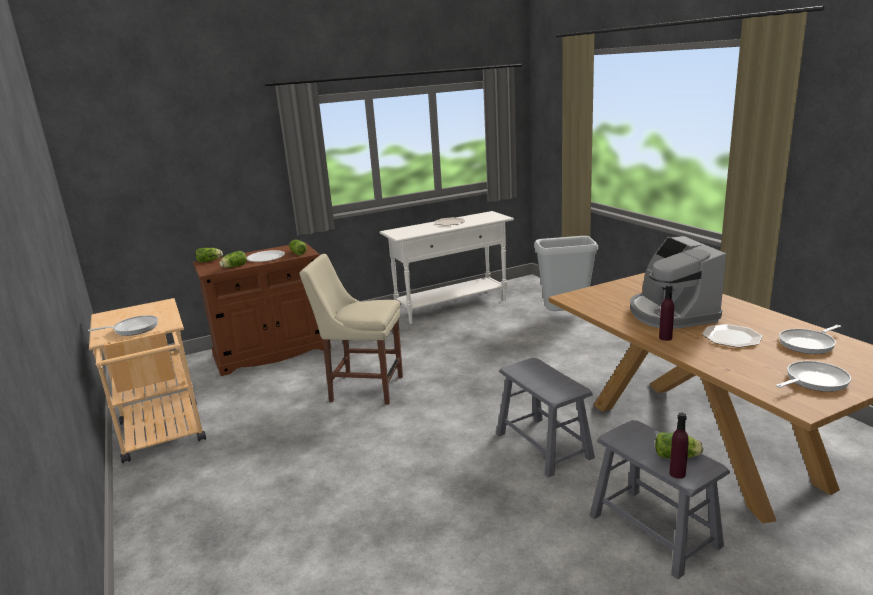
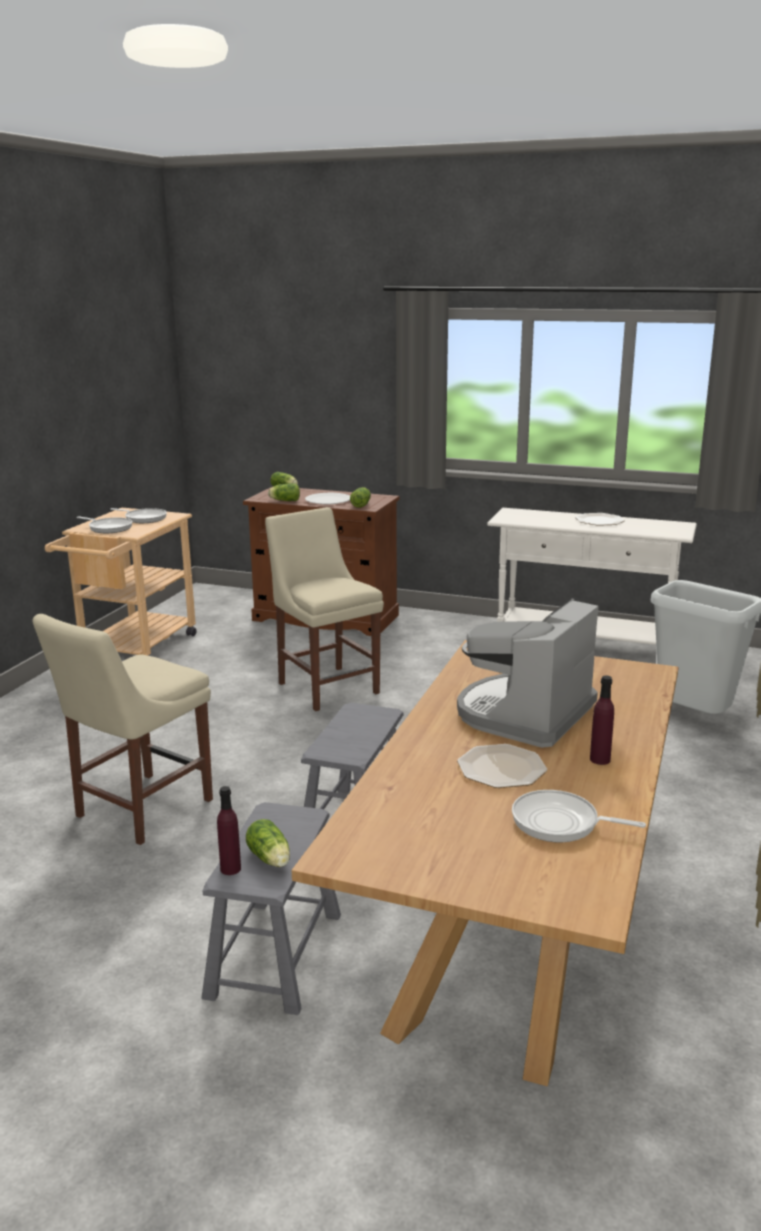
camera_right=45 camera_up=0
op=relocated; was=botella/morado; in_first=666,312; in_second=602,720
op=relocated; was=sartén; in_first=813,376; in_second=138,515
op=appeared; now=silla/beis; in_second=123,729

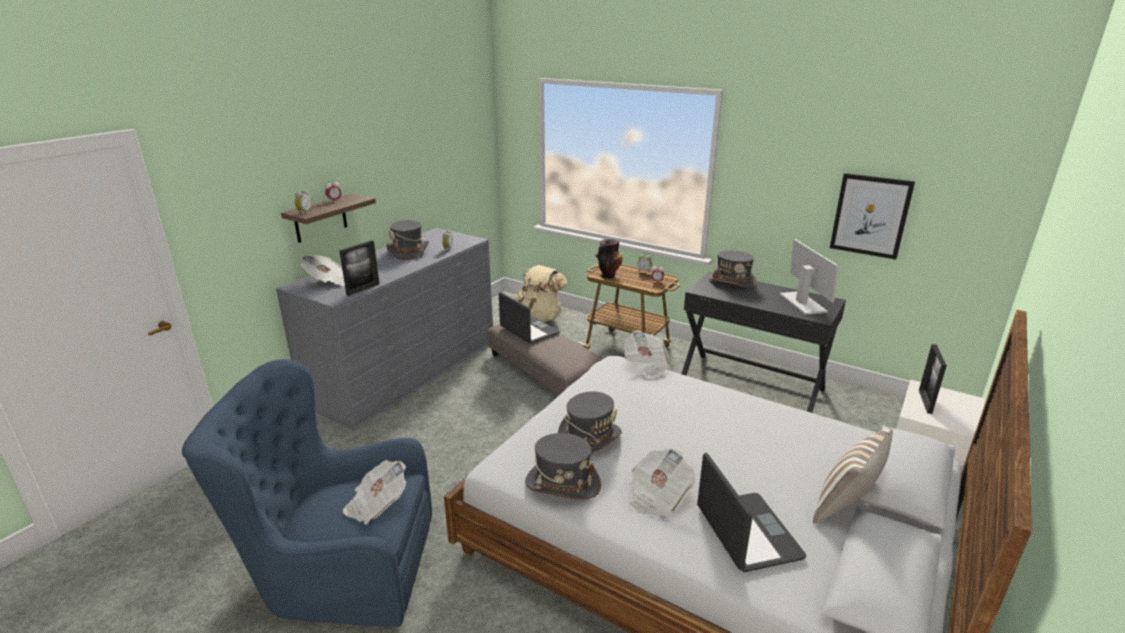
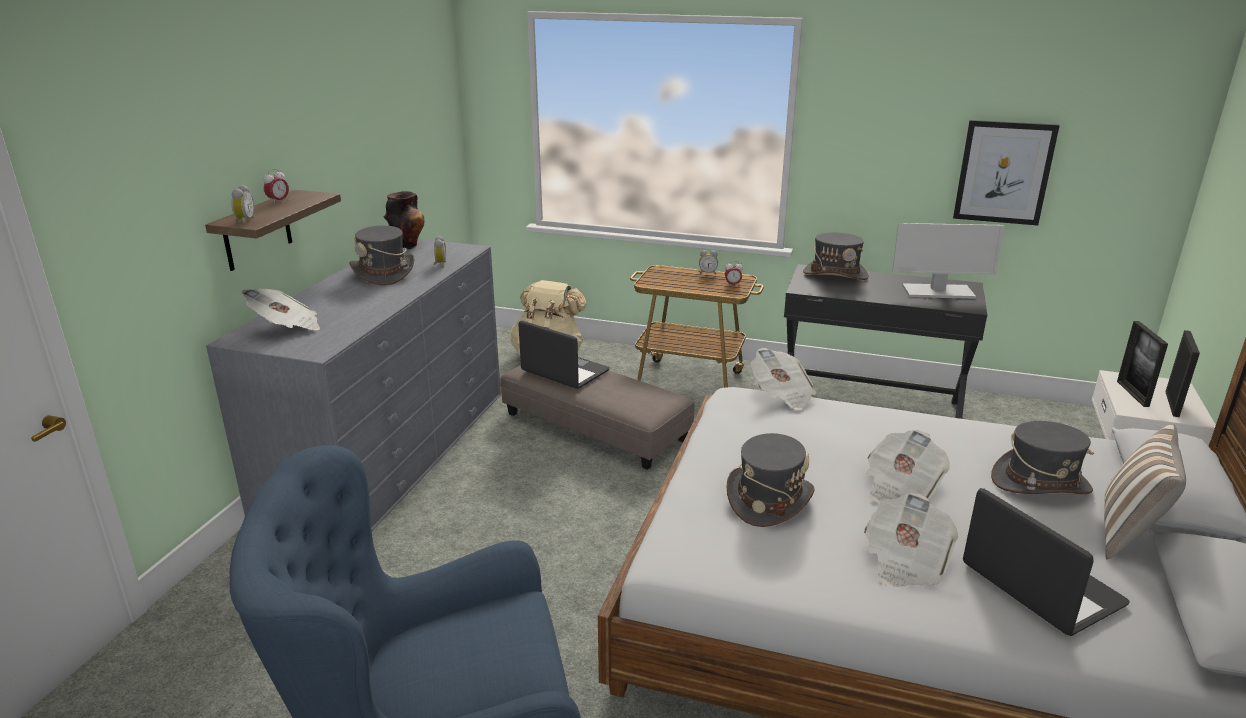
camera_right=-15 camera_up=0
op=relocated; was=portarretratos; in_first=359,268; in_second=1182,373
op=relocated; was=periódico; in_first=374,492; in_second=908,466
op=relocated; was=sombrero/gris; in_first=563,466; in_second=1042,457
op=relocated; was=florero; in_first=608,259; in_second=404,220
op=spun; was=monitor; in_first=809,277; in_second=948,261; clockwise=120

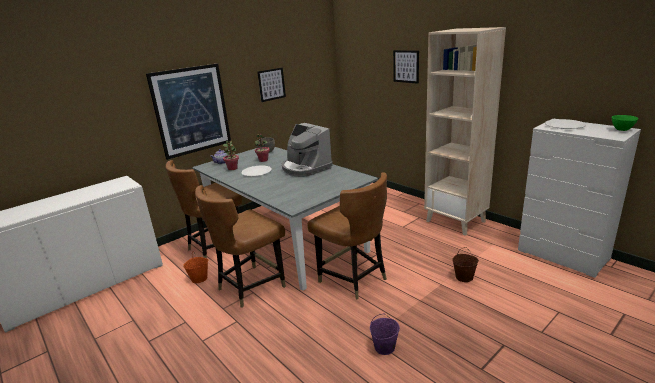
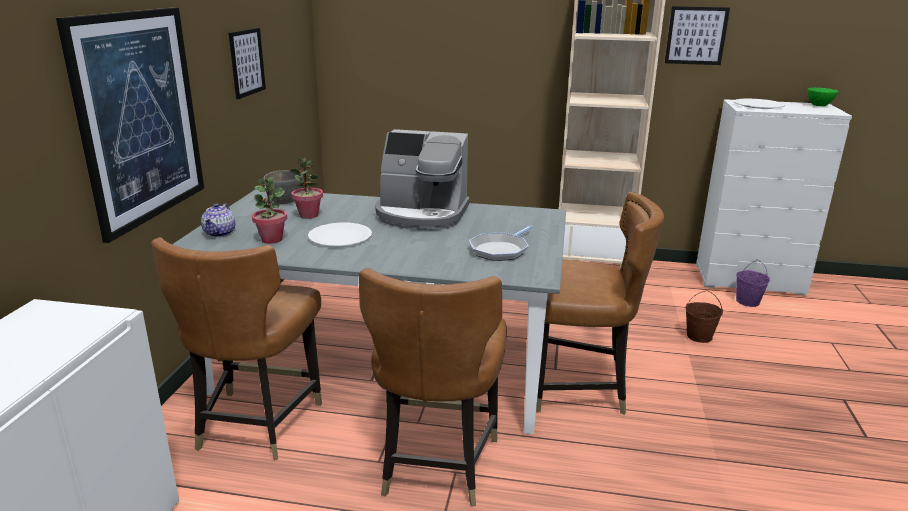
camera_right=-40 camera_up=0
op=missing; was=cubo/naranja; in_first=195,267
op=relocated; was=cubo/morado; in_first=385,334; in_second=753,283
op=relocated; was=cuadro; in_first=406,67; in_second=697,35
op=appeared; now=sartén; in_second=501,243

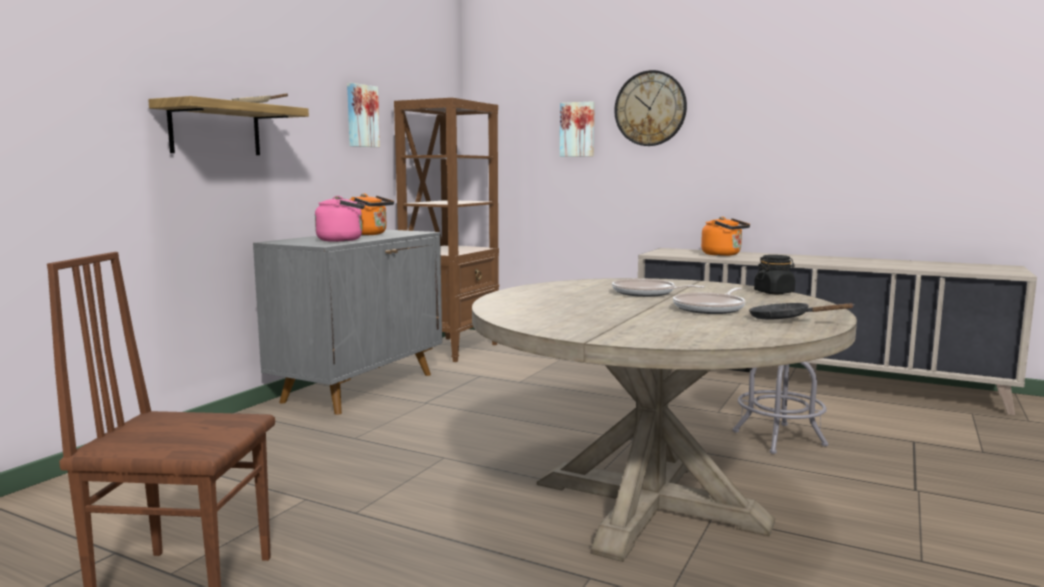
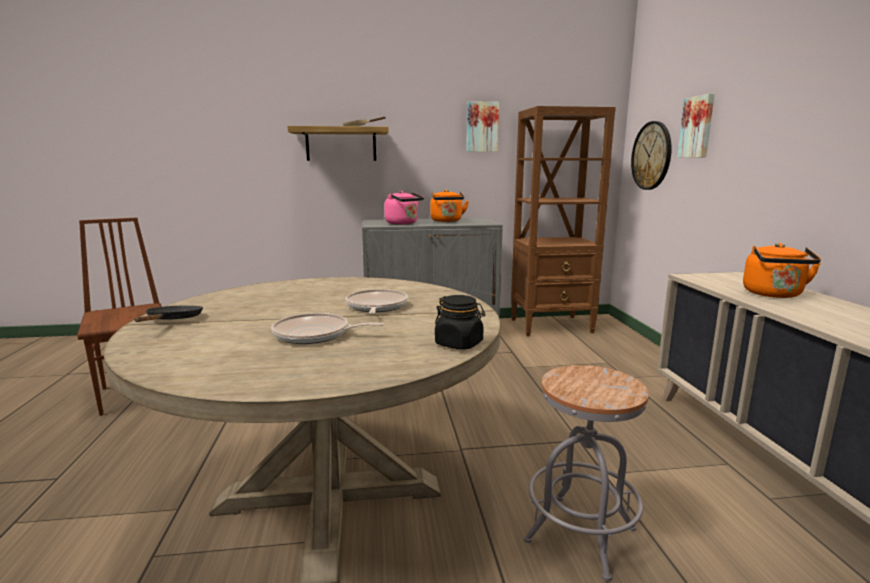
camera_right=55 camera_up=5
op=relocated; was=reloj de pared; in_first=650,108; in_second=651,155
op=relocated; was=sartén/negro; in_first=802,311; in_second=169,313

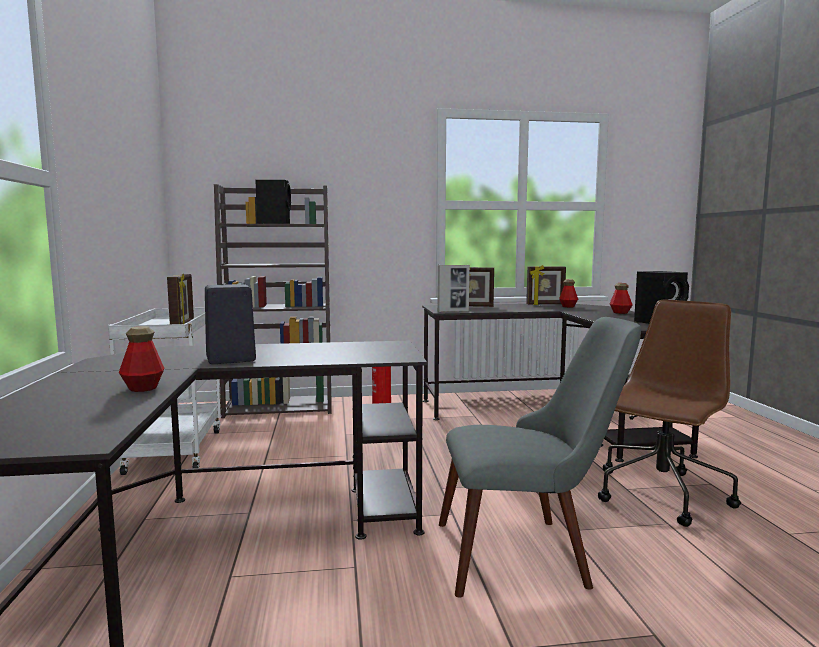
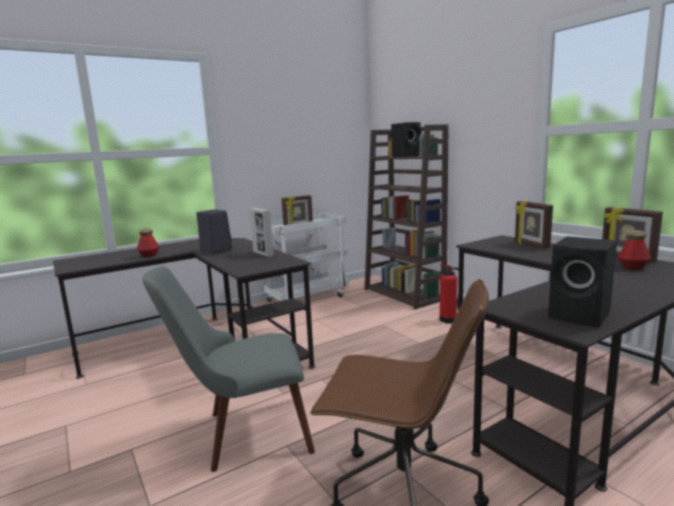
camera_right=65 camera_up=5
op=relocated; was=portarretratos; in_first=453,288; in_second=262,232
op=spun; was=silla/gris; in_first=540,457; in_second=228,369; clockwise=105
op=missing; was=botella; in_first=621,298

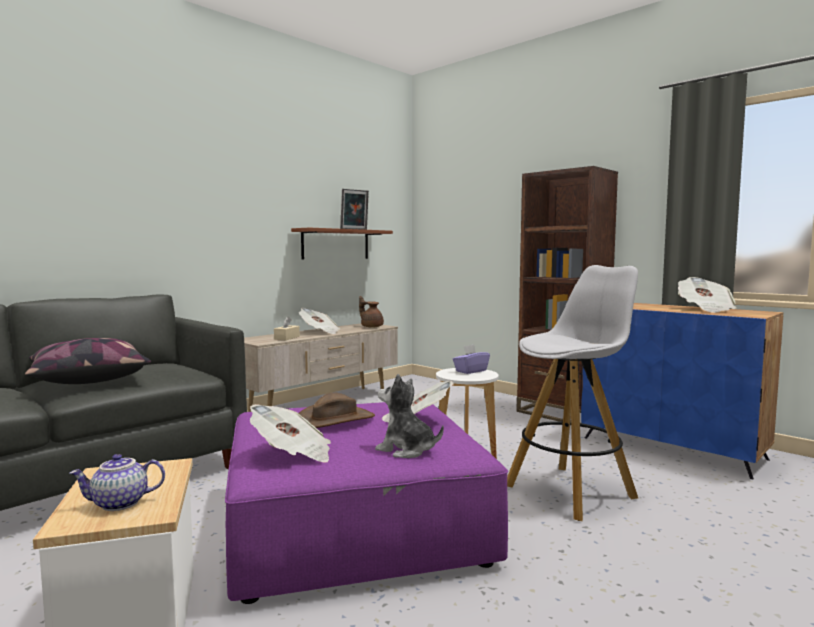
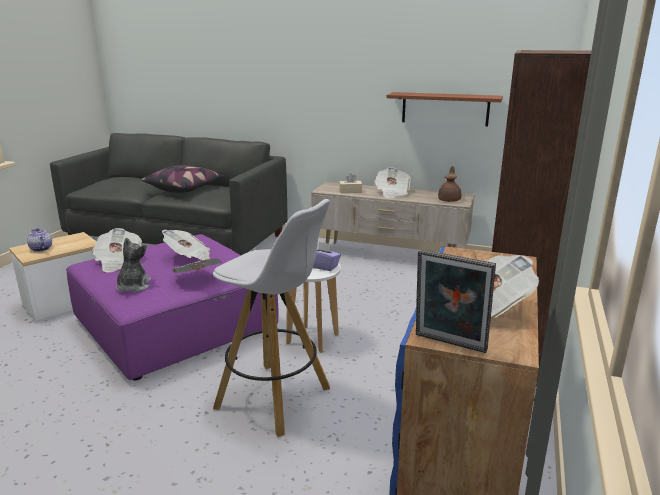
camera_right=65 camera_up=15
op=exchanged; was=sombrero/marrón; now=periódico; in_first=337,410; in_second=186,245
op=relocated; was=portarretratos; in_first=355,209; in_second=456,301

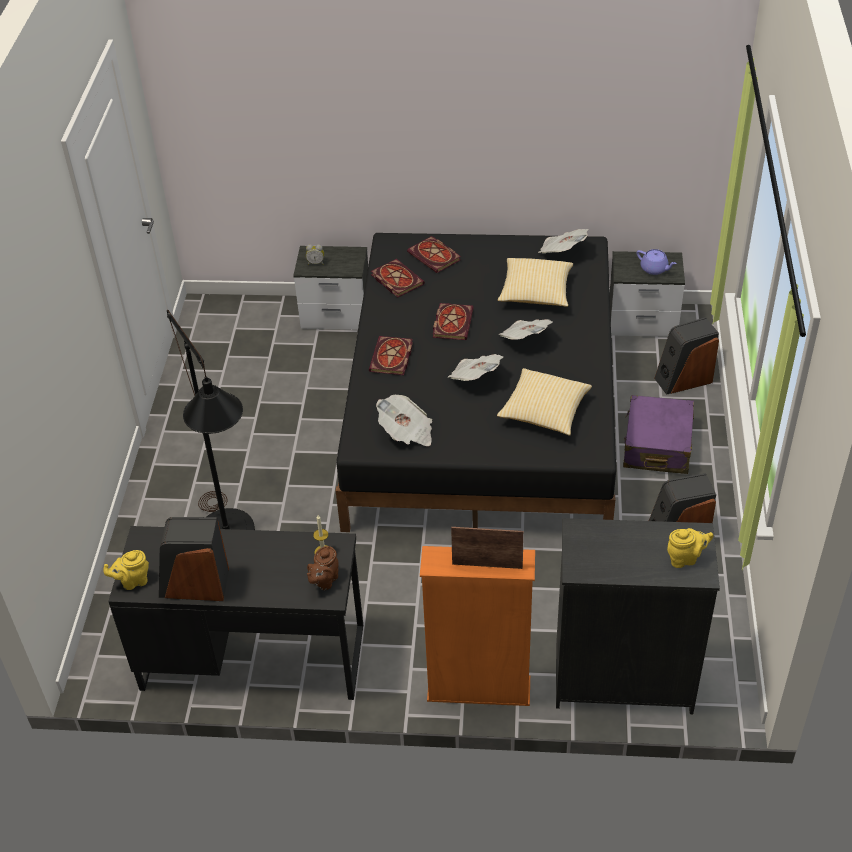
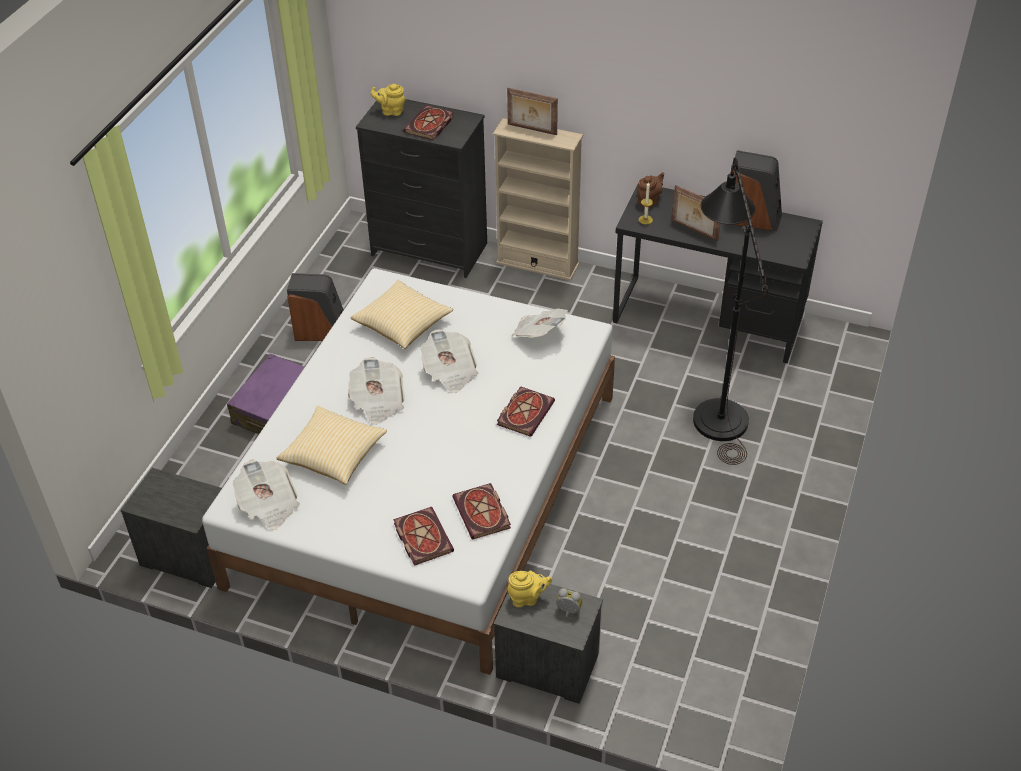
camera_right=-165 camera_up=0
op=relocated; was=tetera/amarillo; in_first=126,570; in_second=529,589
op=colour; was=cama/negro; now=cama/blanco; in_first=476,382; in_second=408,471
op=colour; was=estantería/naranja; now=estantería/beis; in_first=477,626; in_second=538,199
op=relocated; was=libro; in_first=453,321; in_second=428,122
op=missing; was=tetera/morado; in_first=657,262
op=missing; was=altavoz; in_first=686,356
op=appeared; now=portarretratos; in_second=696,213

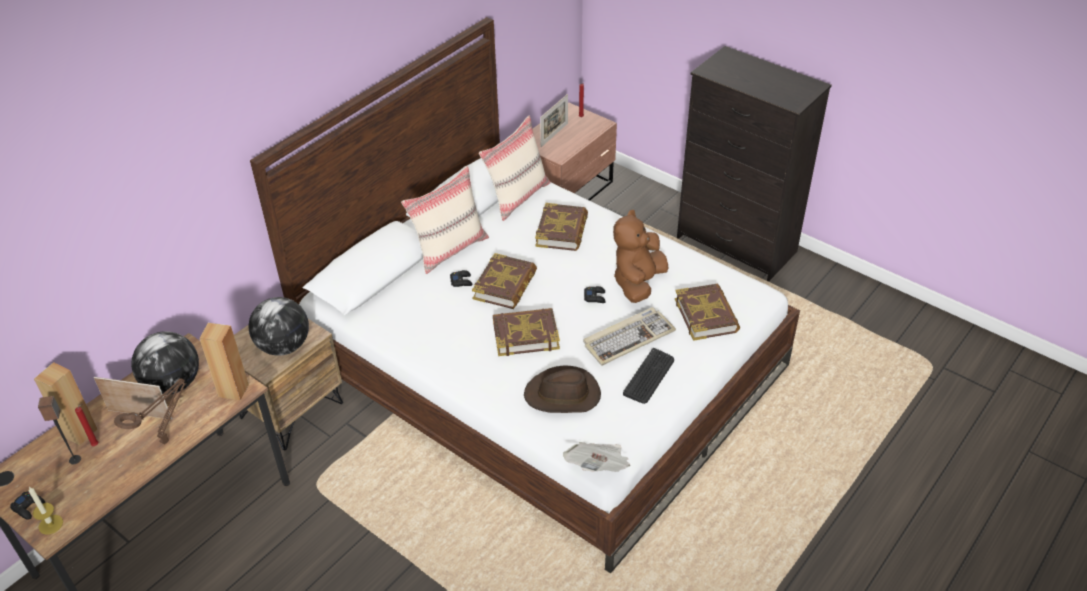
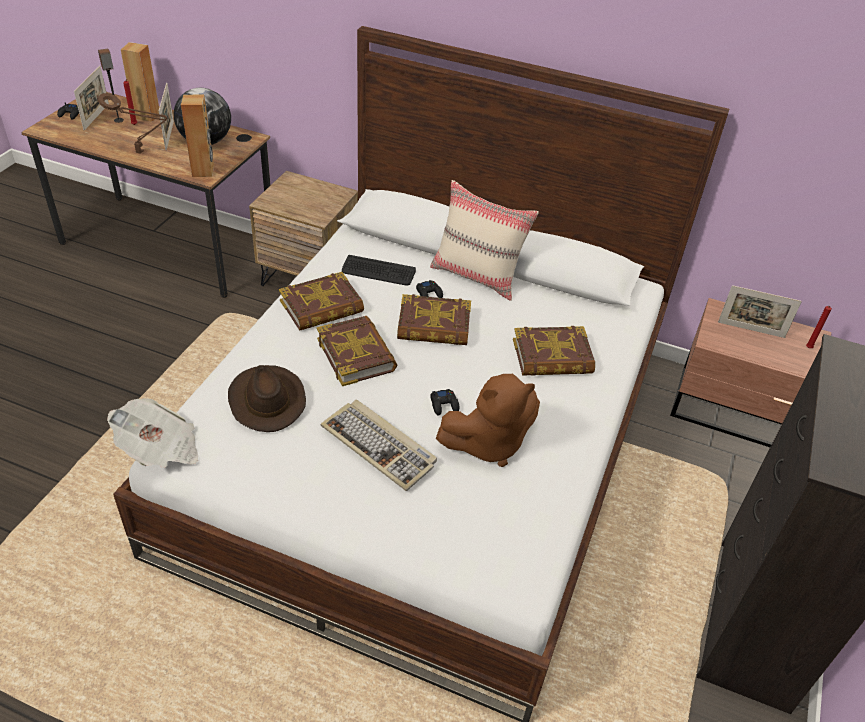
camera_right=70 camera_up=0
op=missing; was=vela; in_first=46,511
op=missing; was=globo terráqueo; in_first=279,326
op=missing; was=cojín/beis; in_first=515,168
op=spun; was=peluche/marrón; in_first=641,256; in_second=488,420; clockwise=150
op=relocated; was=teclado; in_first=648,376; in_second=379,270
op=relocated; was=libro; in_first=707,312; in_second=321,301
op=appeared; now=portarretratos; in_second=91,98

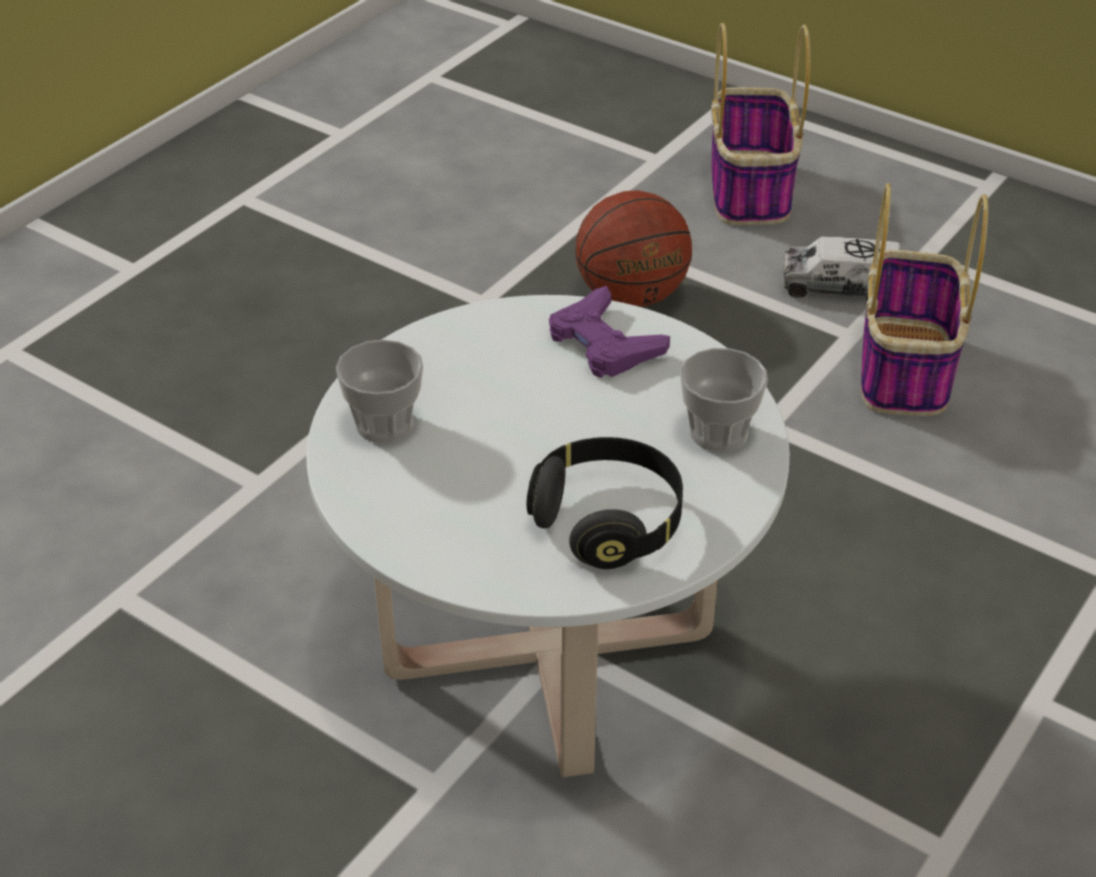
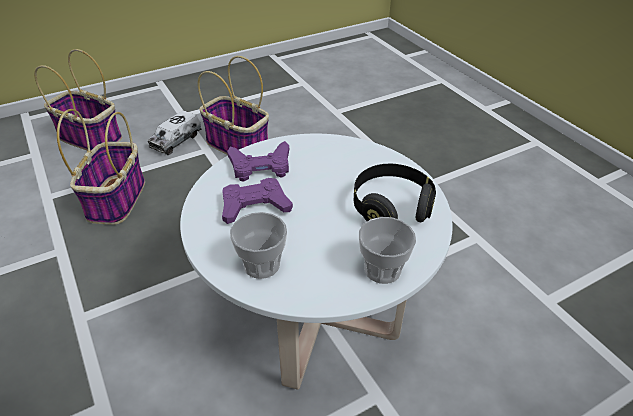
camera_right=-65 camera_up=0
op=exchanged; was=balón de baloncesto; now=cesta; in_first=634,248; in_second=101,167
op=relocated; was=taza; in_first=724,400; in_second=387,250
op=appeared; now=mando de consola/morado; in_second=257,201

